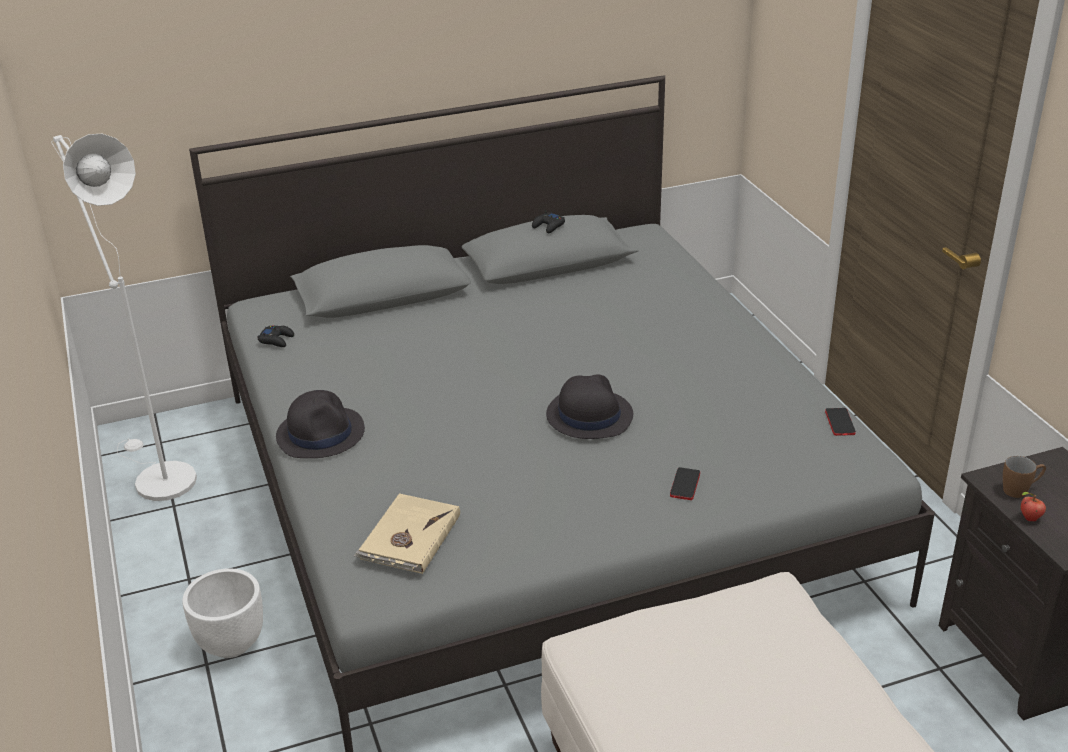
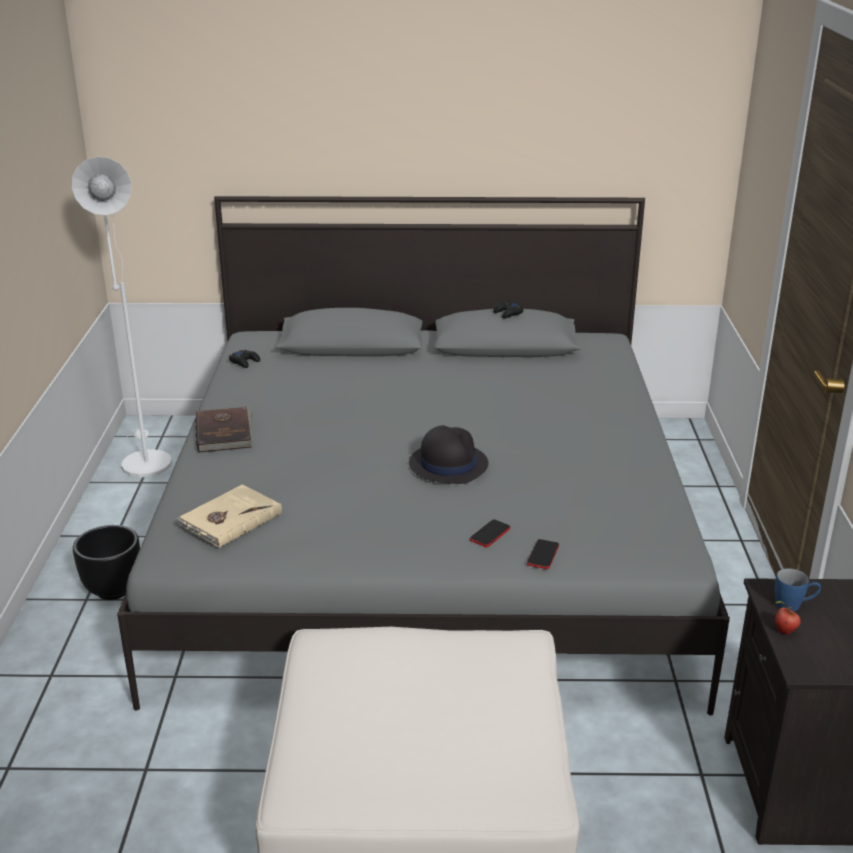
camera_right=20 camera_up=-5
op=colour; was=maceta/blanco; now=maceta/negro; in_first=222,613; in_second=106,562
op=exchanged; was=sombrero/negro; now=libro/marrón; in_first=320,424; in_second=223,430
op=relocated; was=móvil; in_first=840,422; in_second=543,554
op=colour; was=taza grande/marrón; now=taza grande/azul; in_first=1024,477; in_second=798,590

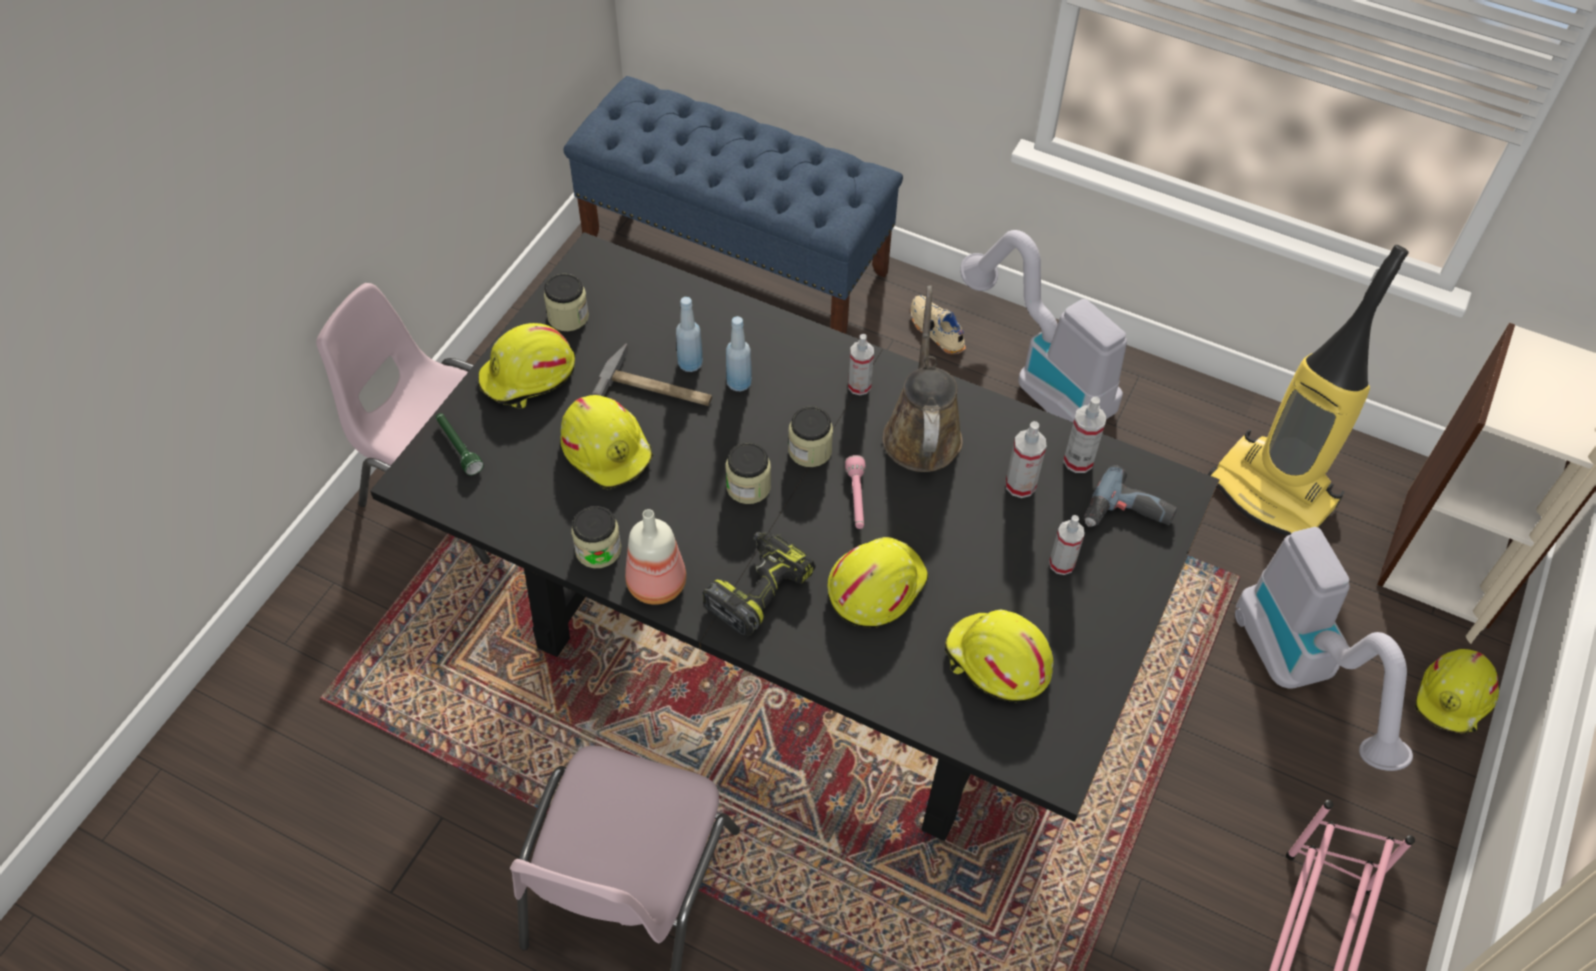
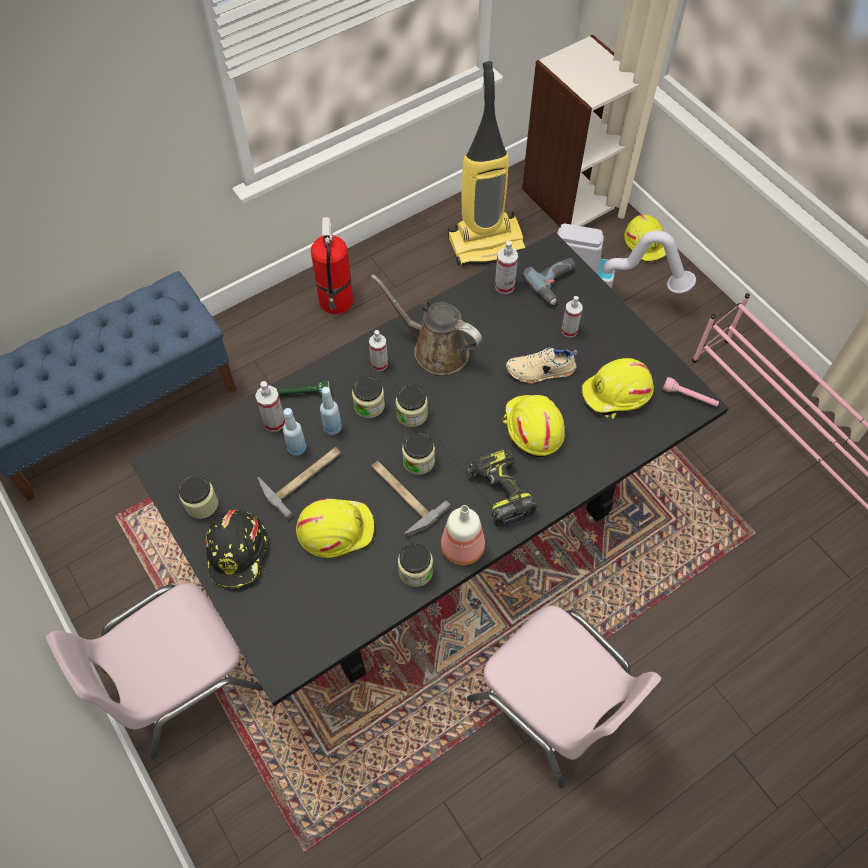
camera_right=-60 camera_up=5
op=relocated; was=linterna/verde; in_first=460,444; in_second=304,388
op=colour; was=casco/amarillo; now=casco/negro; in_first=527,366; in_second=237,549
op=relocated; was=linterna/rosa; in_first=855,492; in_second=691,392
op=relocated; was=zapato/beis; in_first=938,324; in_second=542,365
op=exchanged; was=aspiradora; now=extintor; in_first=1043,326; in_second=332,265
op=relocated; was=pulverizador; in_first=1026,459; in_second=270,406
op=appeared; now=tarro; in_second=368,397
op=appeared; now=martillo; in_second=410,499

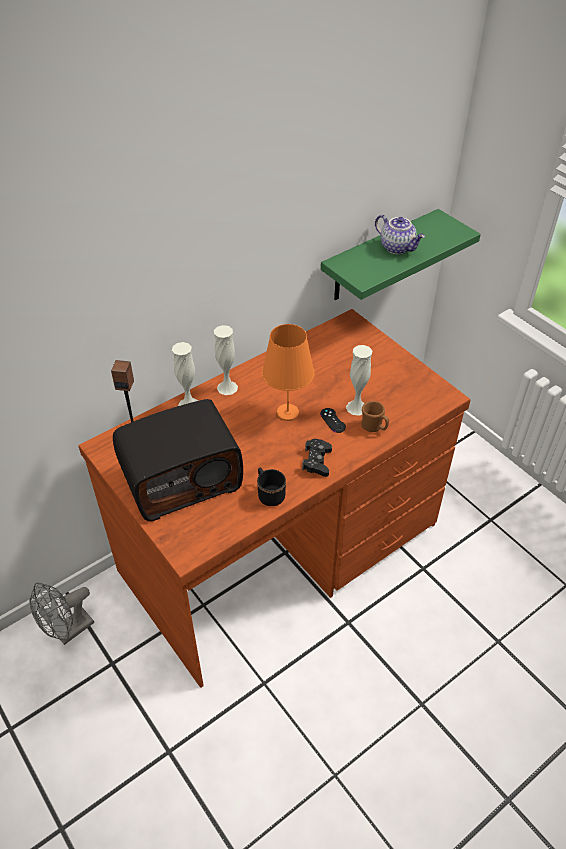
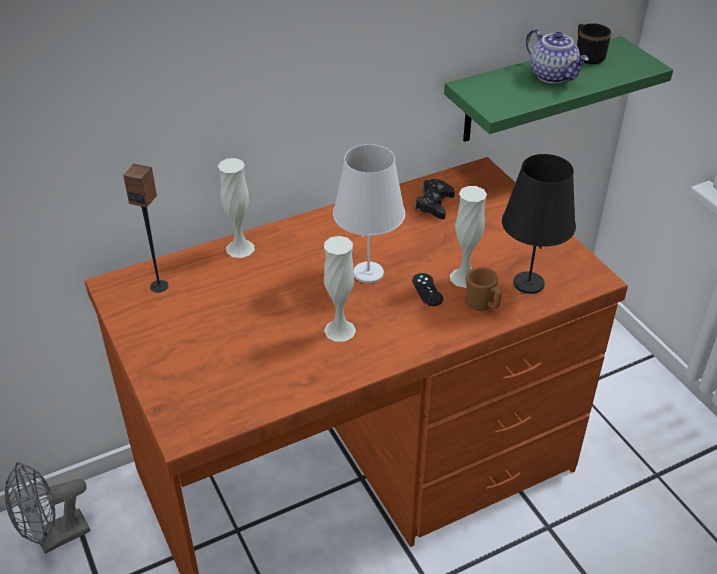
camera_right=10 camera_up=-5
op=missing; was=radio; in_first=178,460
op=relocated; was=florero/blanco; in_first=226,360; in_second=340,289
op=relocated; was=taza grande/negro; in_first=271,487; in_second=594,43
op=colour; was=lámpara de mesa/naranja; now=lámpara de mesa/blanco; in_first=288,372; in_second=369,213
op=relocated; was=mando de consola/negro; in_first=317,458; in_second=435,199
op=appeared; now=lámpara de mesa/negro; in_second=539,224

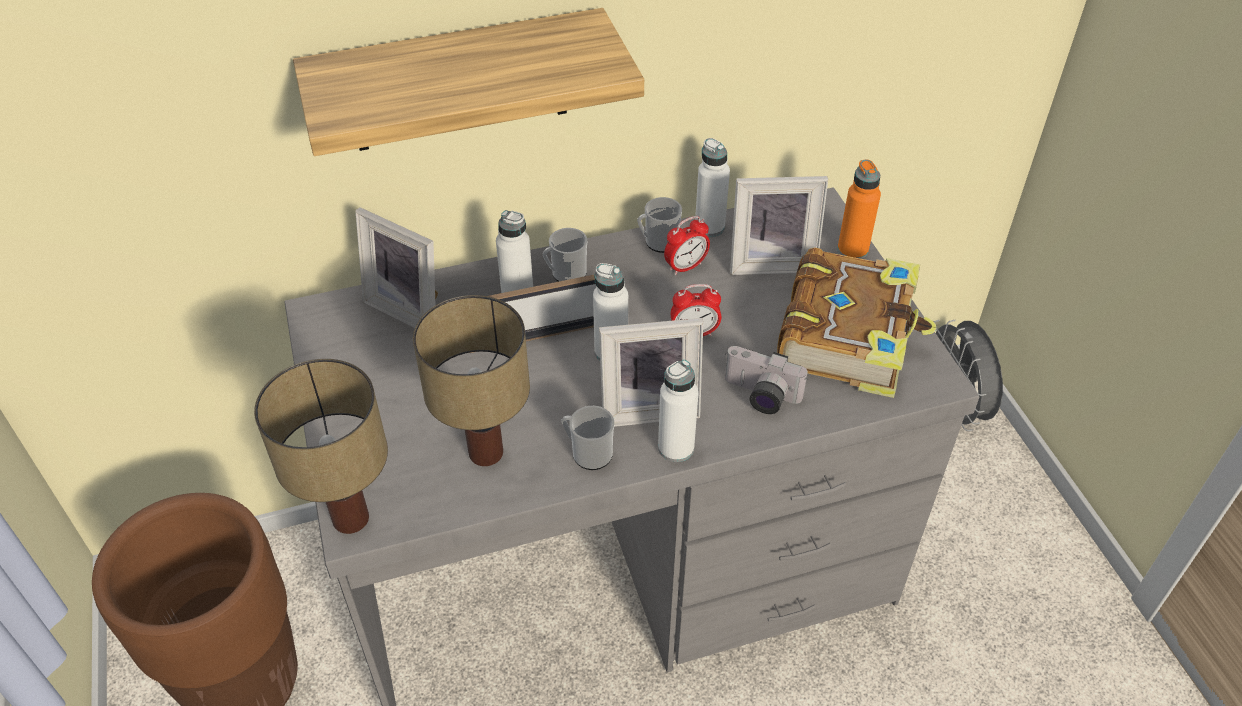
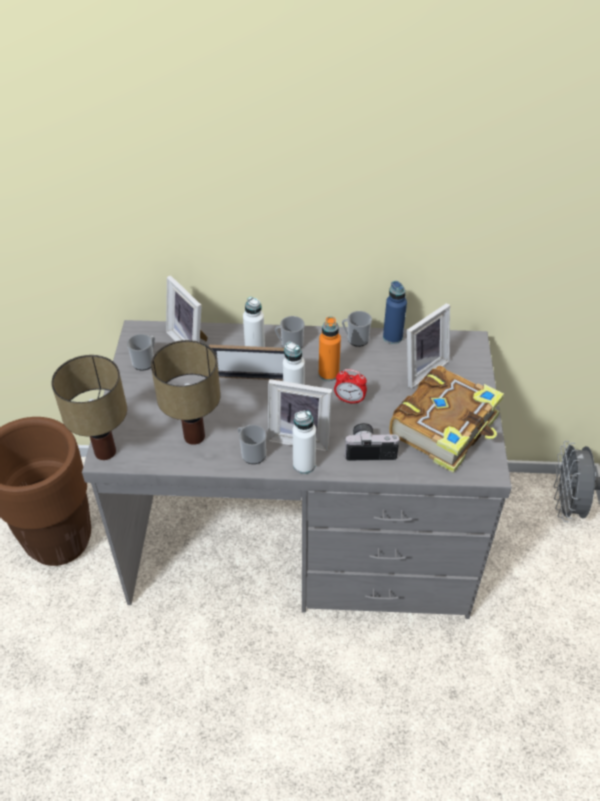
camera_right=20 camera_up=0
op=missing; was=estante; in_first=468,82
op=missing; was=despertador; in_first=687,245
op=colour; was=botella/blanco; now=botella/azul; in_first=712,187; in_second=395,312
op=spun; was=cámara; in_first=766,380; in_second=372,442; clockwise=135
op=spun; was=portarretratos; in_first=779,225; in_second=428,345; clockwise=-60
op=relocated; was=botella/naranja; in_first=859,209; in_second=330,348
op=appeared; now=taza grande; in_second=141,352

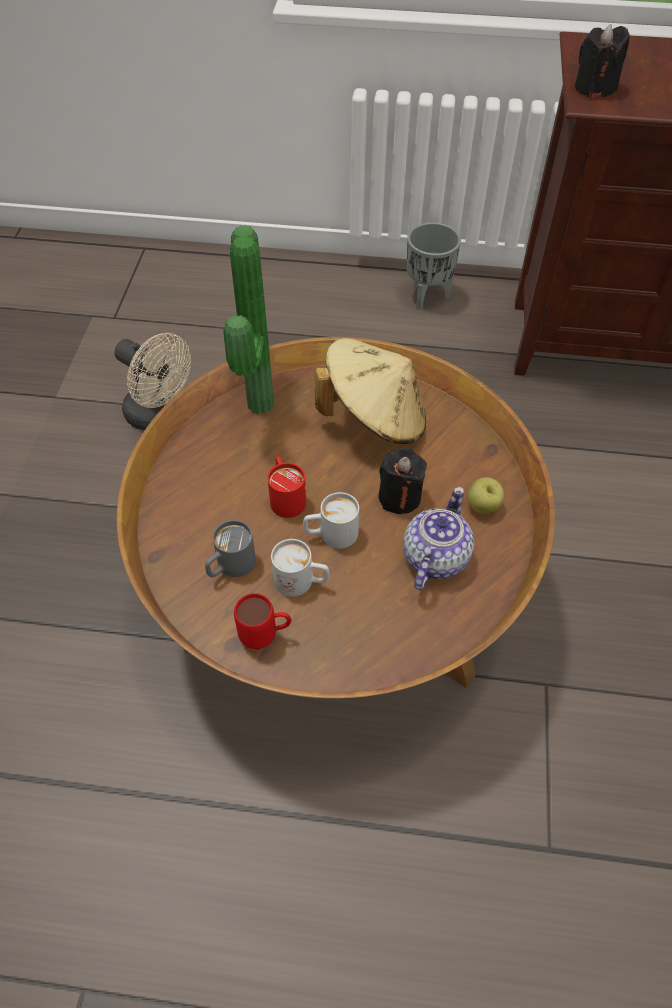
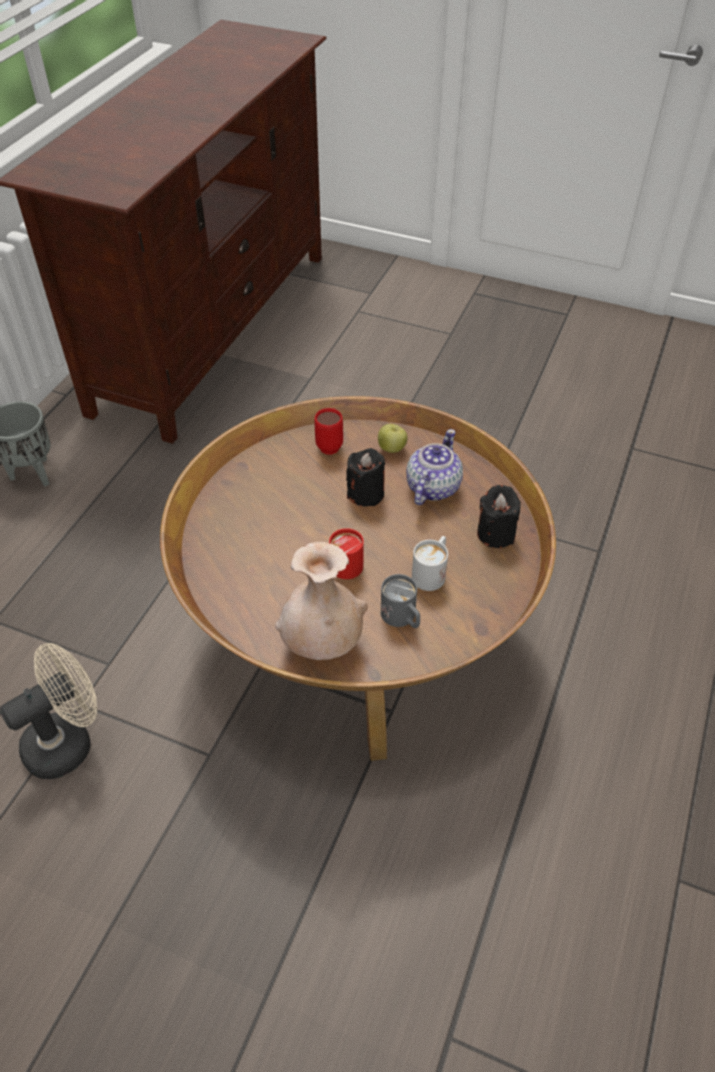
camera_right=-75 camera_up=-5
op=missing; was=planta en maceta; in_first=249,320
op=relocated; was=taza grande/rojo; in_first=263,621; in_second=328,431
op=missing; was=taza grande/blanco; in_first=331,520
op=missing; was=sombrero/beis; in_first=370,391
op=spun; was=tetera; in_first=438,538; in_second=434,467; clockwise=75
op=relocated; was=vela/negro; in_first=602,60; in_second=499,516
op=appeared; now=florero/beis; in_second=321,601

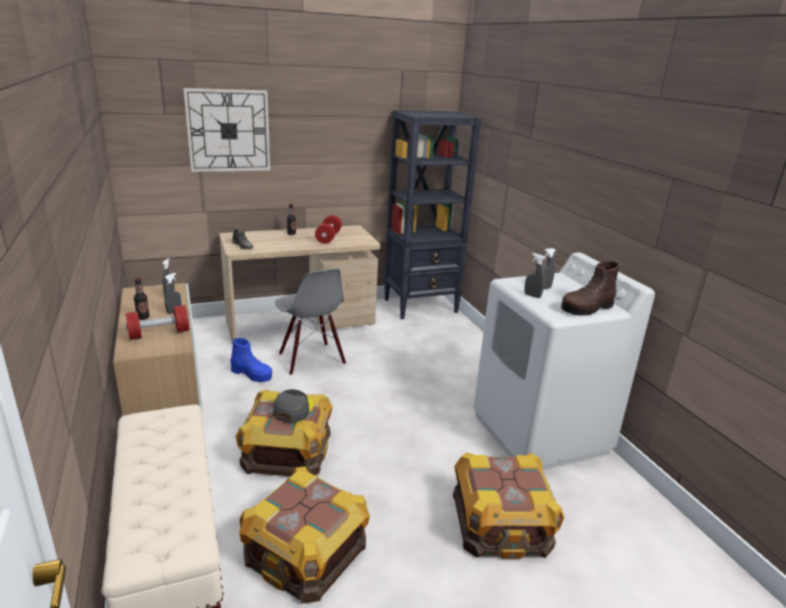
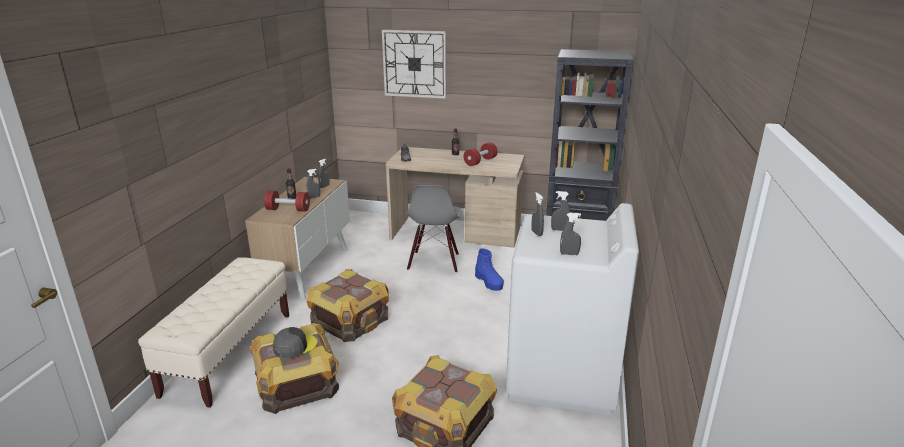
camera_right=35 camera_up=0
op=relocated; was=bota/azul; in_first=251,360; in_second=489,270
op=relocated; was=gorra/gris; in_first=293,406; in_second=295,343
op=exchanged; was=bota/marrón; now=pulverizador/gris; in_first=590,288; in_second=570,234

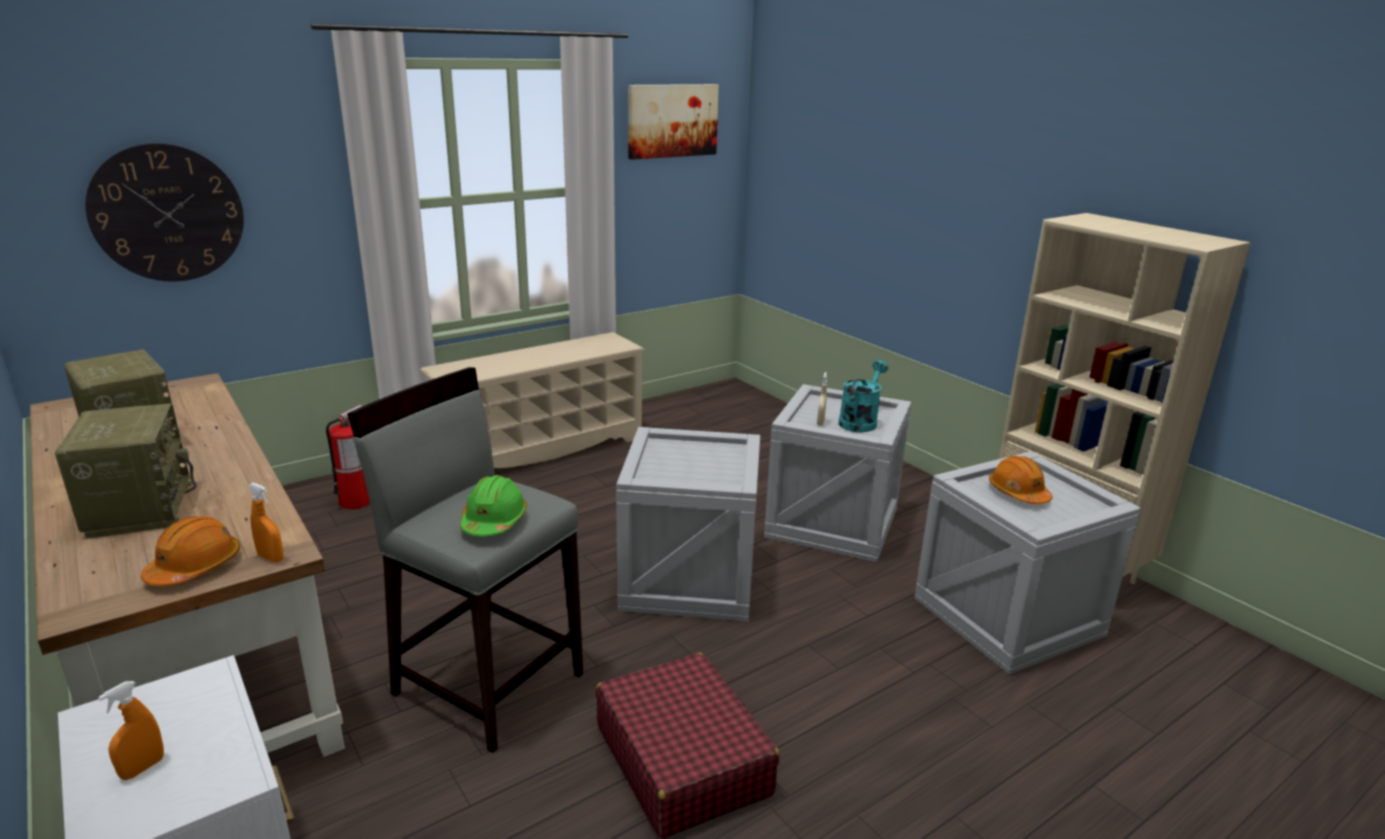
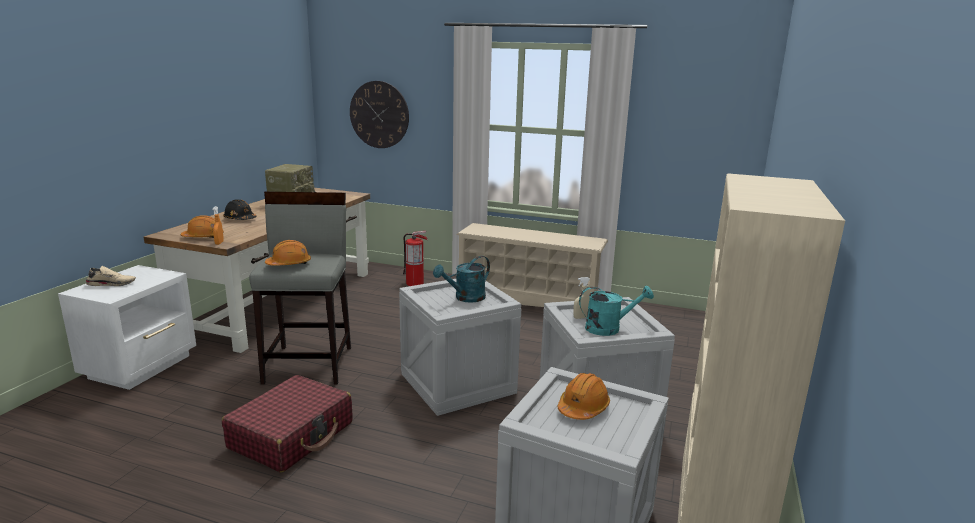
camera_right=55 camera_up=-5
op=exchanged; was=radio; now=casco/negro; in_first=126,471; in_second=239,209
op=exchanged; was=pulverizador/naranja; now=zapato/beis; in_first=131,730; in_second=111,276
op=colour; was=casco/verde; now=casco/naranja; in_first=493,506; in_second=288,253
op=missing; was=cuadro; in_first=673,122
op=appeared; now=regadera/turquesa; in_second=461,279

